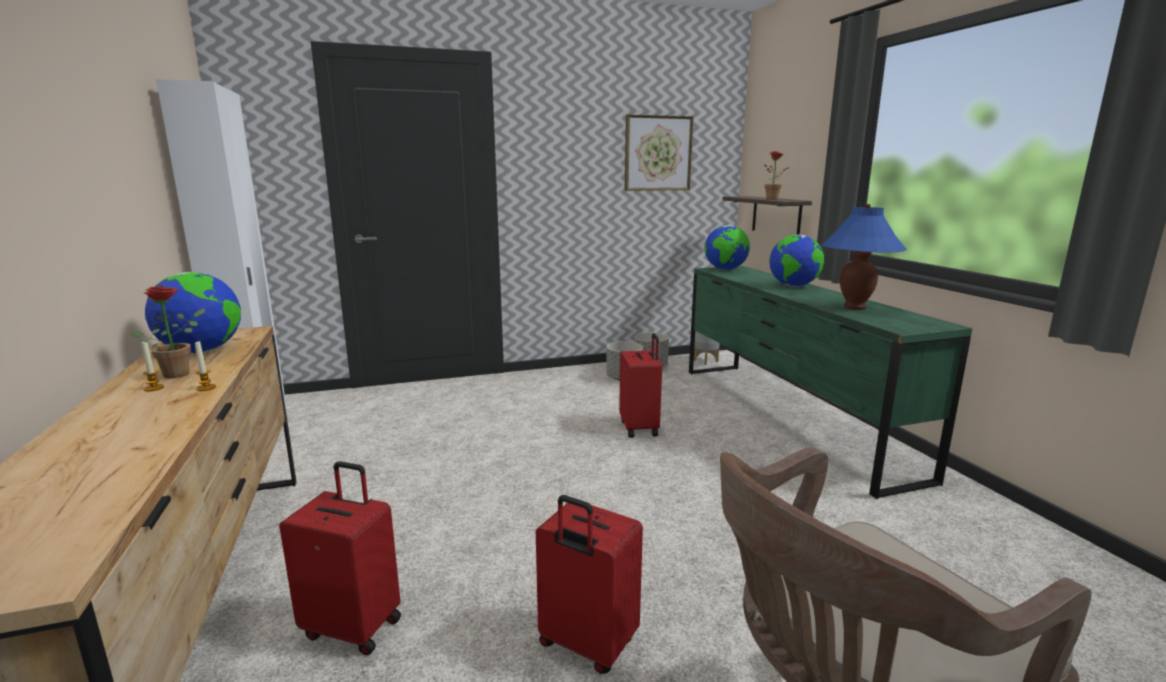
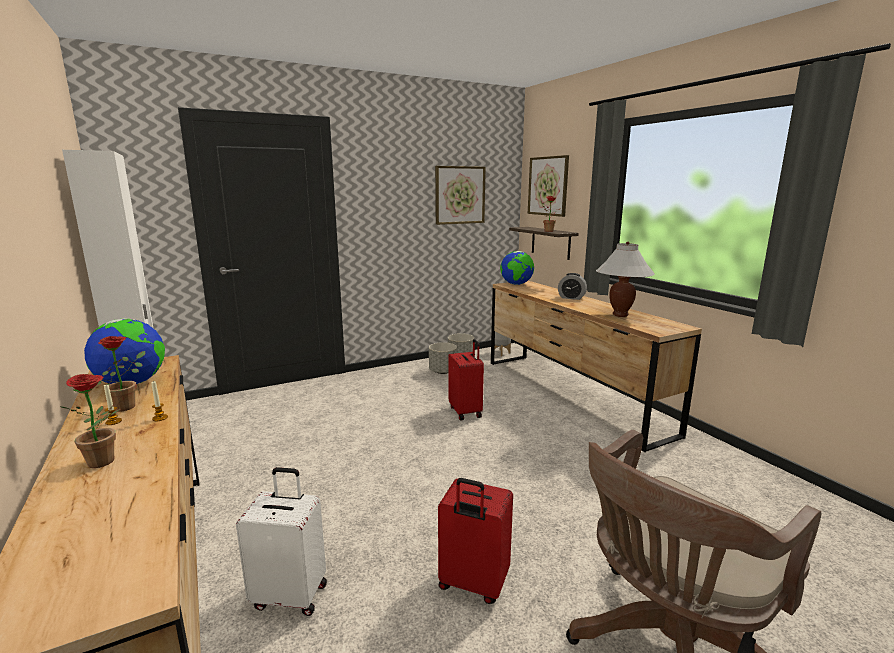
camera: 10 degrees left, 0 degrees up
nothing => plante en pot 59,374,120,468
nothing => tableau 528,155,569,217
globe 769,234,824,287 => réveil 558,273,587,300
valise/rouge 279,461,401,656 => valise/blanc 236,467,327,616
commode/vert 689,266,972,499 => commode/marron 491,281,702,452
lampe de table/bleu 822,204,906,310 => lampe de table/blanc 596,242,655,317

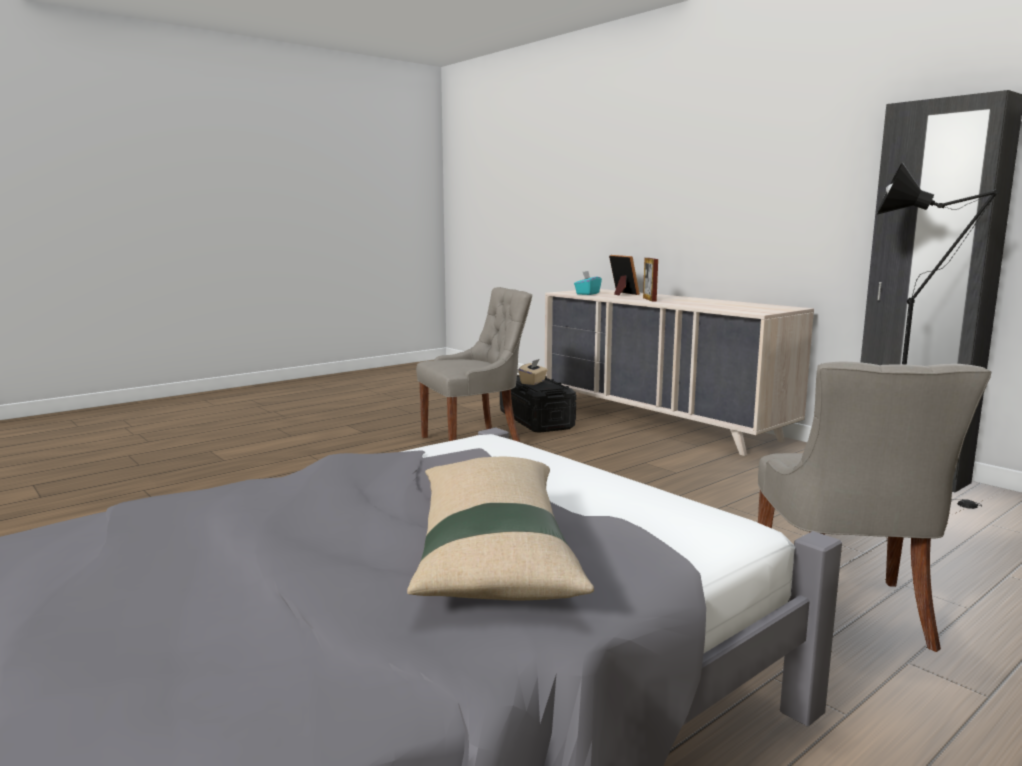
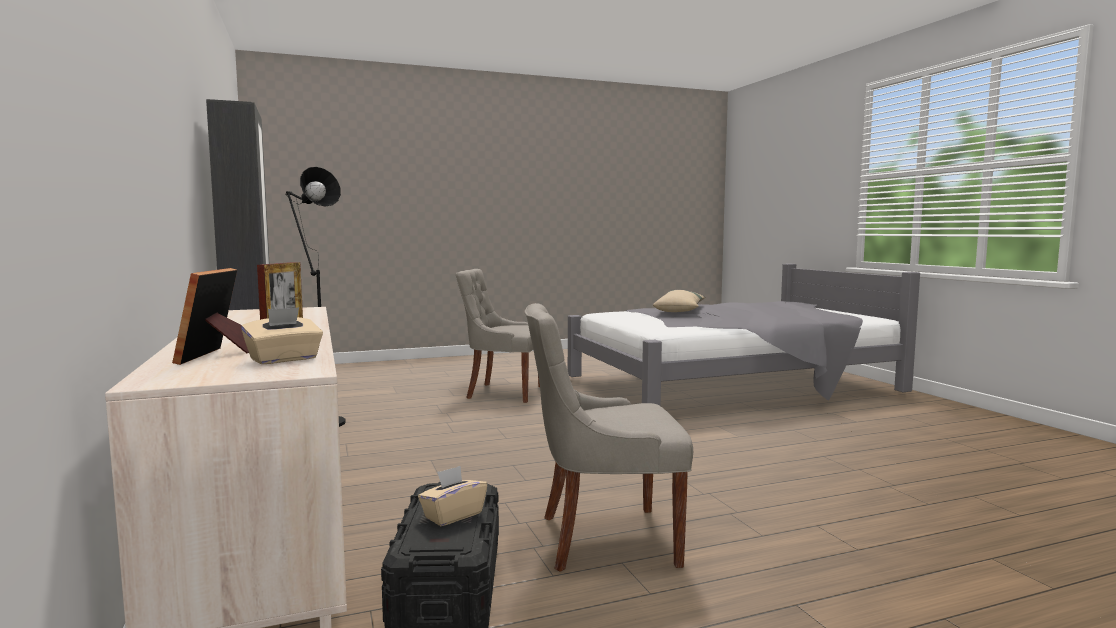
camera: 160 degrees left, 5 degrees down
boîte à mouchoirs/turquoise 574,271,602,295 => boîte à mouchoirs/beige 241,307,323,364
chaise/gris 758,361,991,652 => chaise/gris 456,269,540,403, 105 degrees counterclockwise

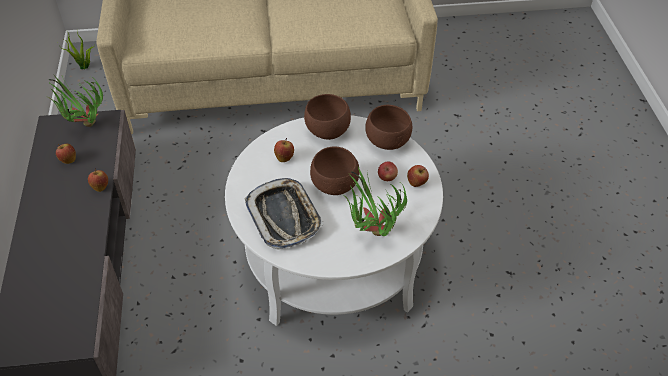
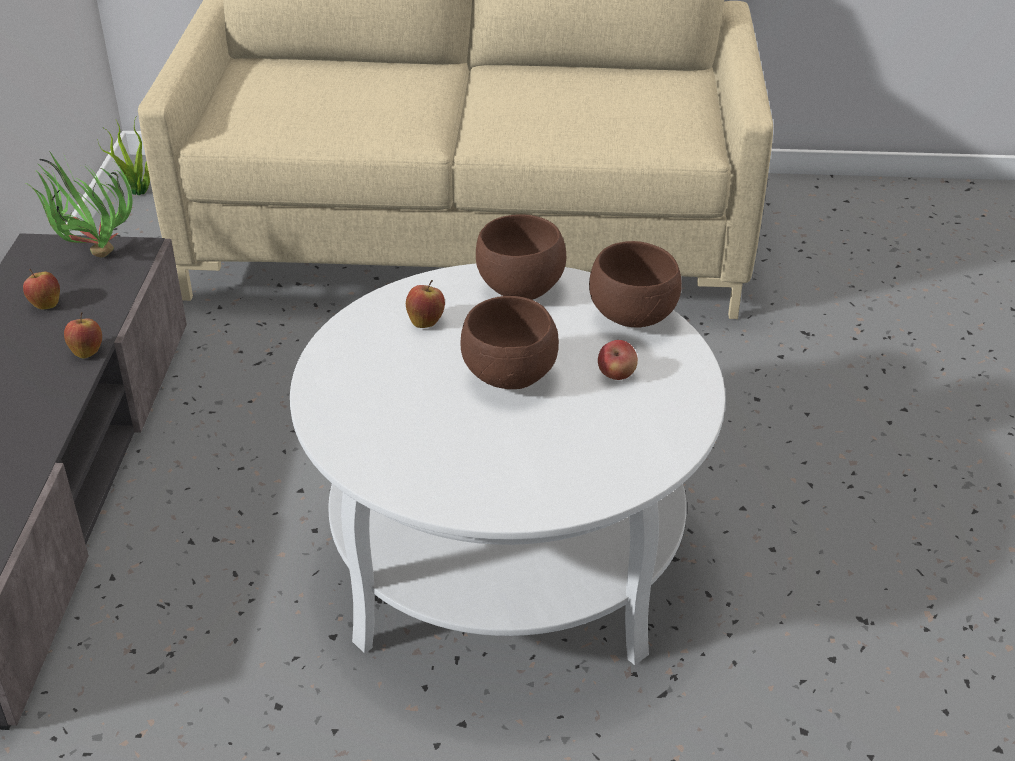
camera: 10 degrees right, 10 degrees down
plateau 245,178,324,249 => nothing
plante en pot 344,167,407,236 => nothing
pomme 407,165,429,187 => nothing

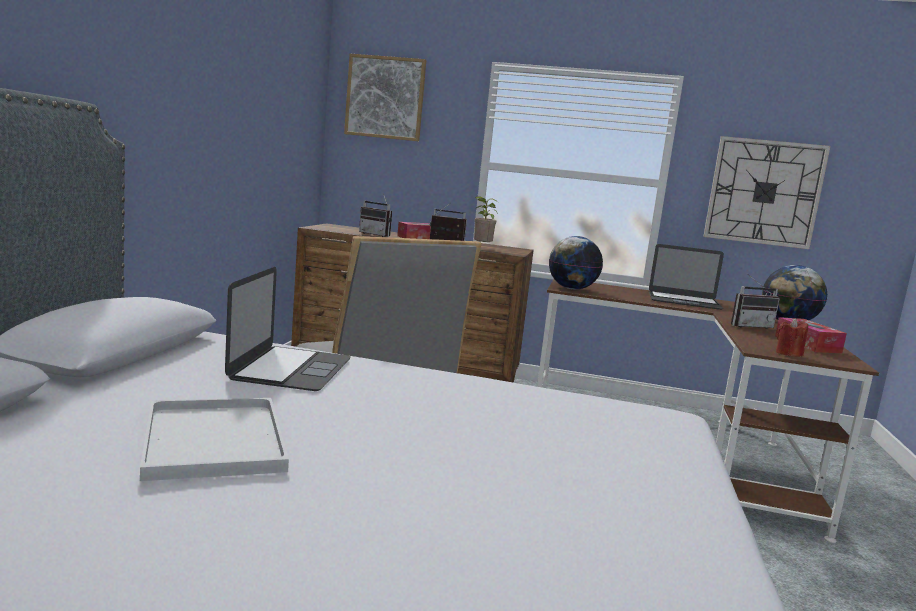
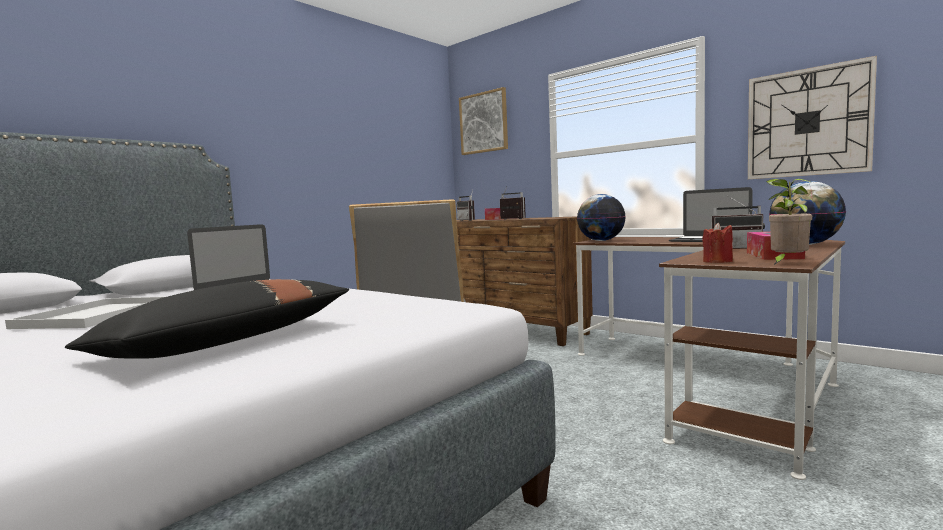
camera: 30 degrees right, 5 degrees down
nothing => coussin/noir 65,279,349,359
plante en pot 474,196,498,243 => plante en pot 766,179,814,265, move

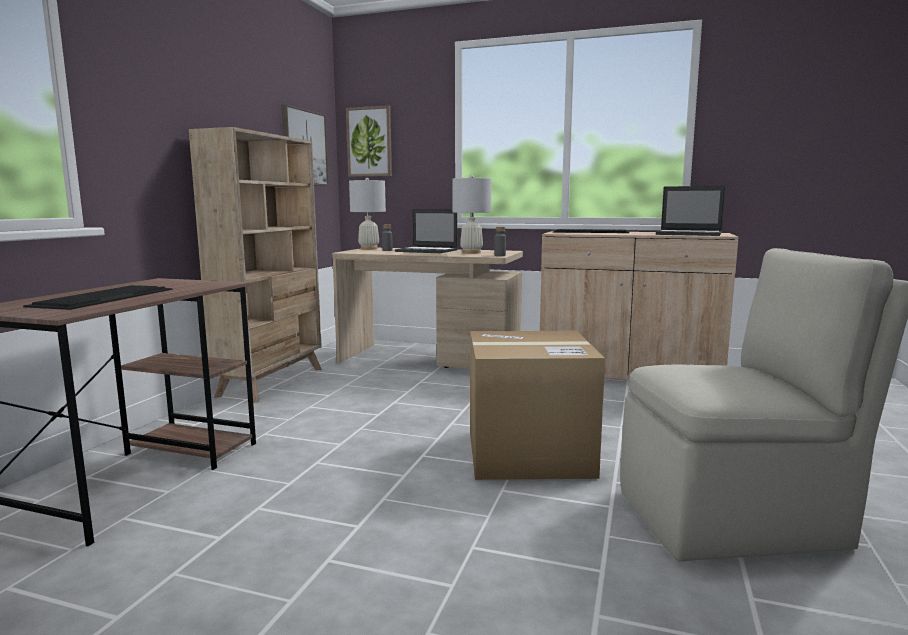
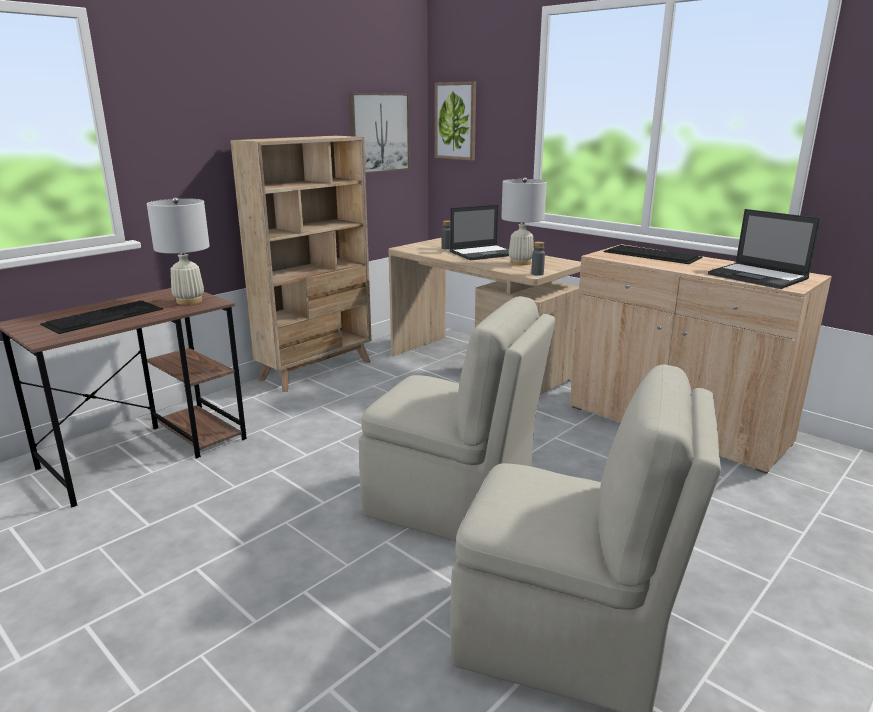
camera: 25 degrees right, 10 degrees up
lampe de table/blanc 349,178,386,250 => lampe de table/blanc 147,197,210,305, move
carton 470,331,605,480 => chaise/beige 359,296,555,541
ordinateur portable 395,209,458,253 => ordinateur portable 450,205,509,260, 75 degrees counterclockwise

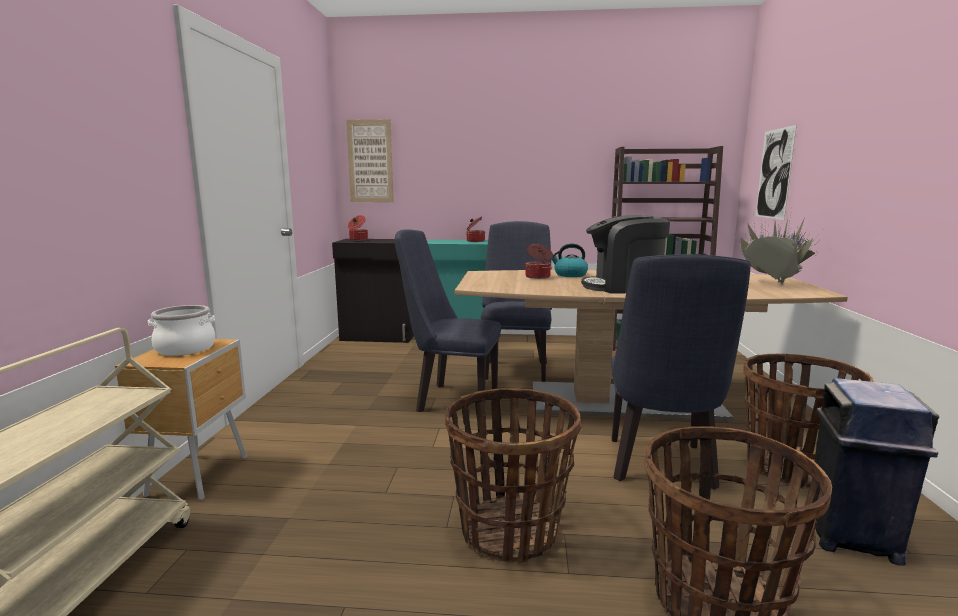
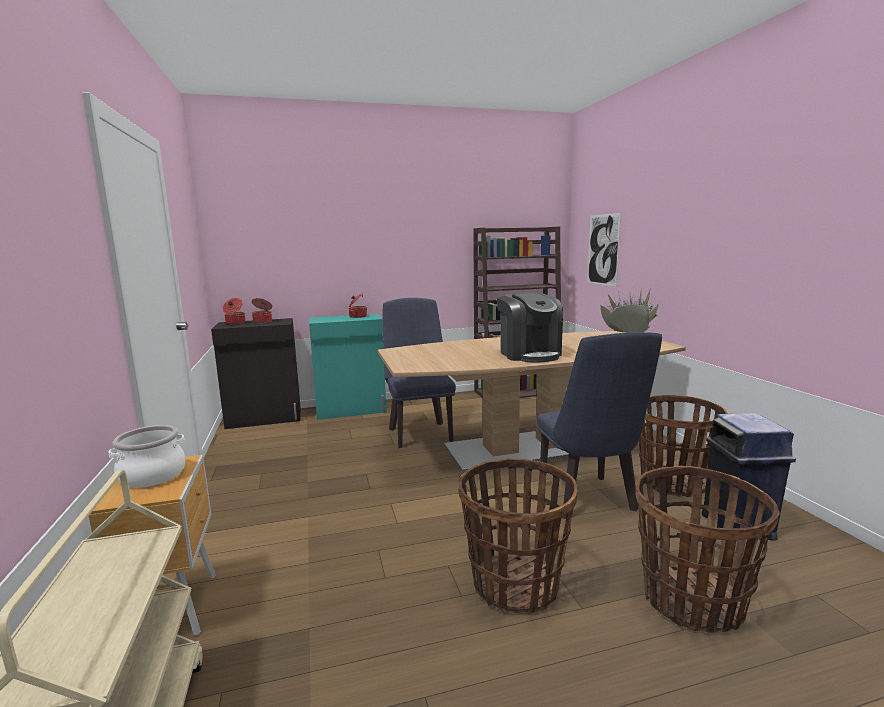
camera: 20 degrees left, 0 degrees up
tableau 346,119,394,202 => nothing
chaise/bleu 395,229,501,412 => nothing
bouilloire 552,243,588,277 => nothing
marmite 525,244,553,279 => marmite 252,298,272,323, move
machine à café 581,215,670,294 => machine à café 497,293,563,362, 90 degrees counterclockwise

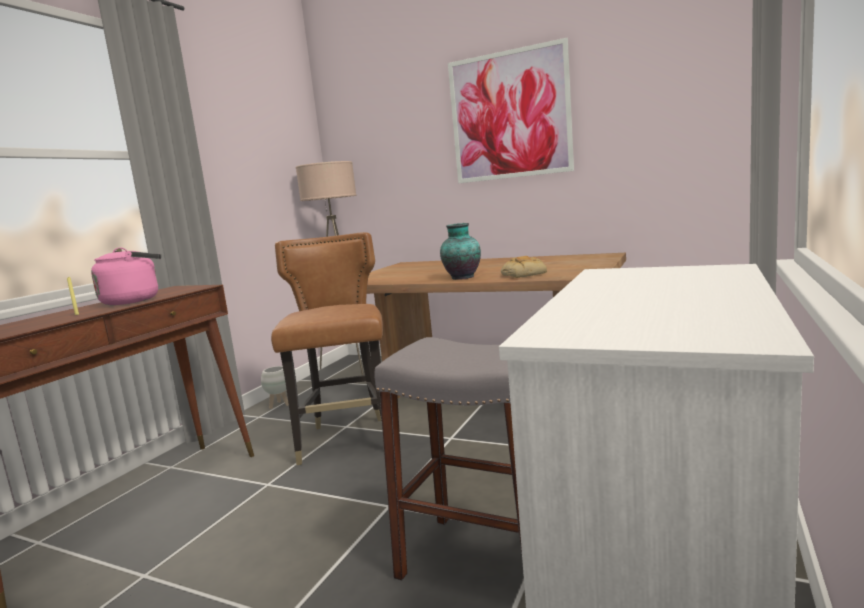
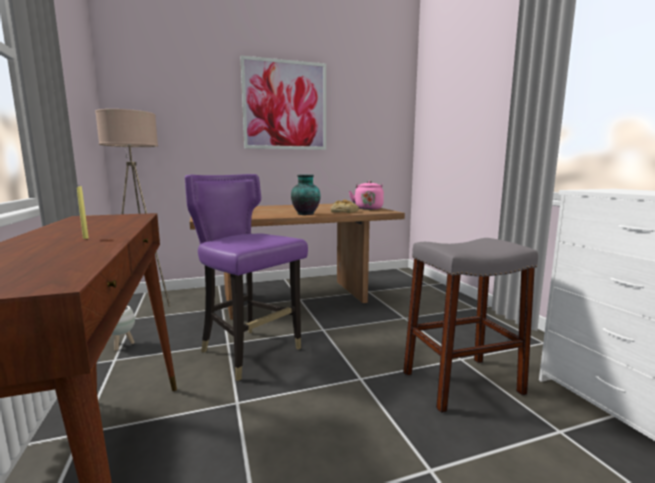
camera: 45 degrees left, 0 degrees up
bouilloire/rose 91,248,161,305 => bouilloire/rose 349,181,384,210, move
chaise/marron 271,232,383,465 => chaise/violet 185,174,308,381

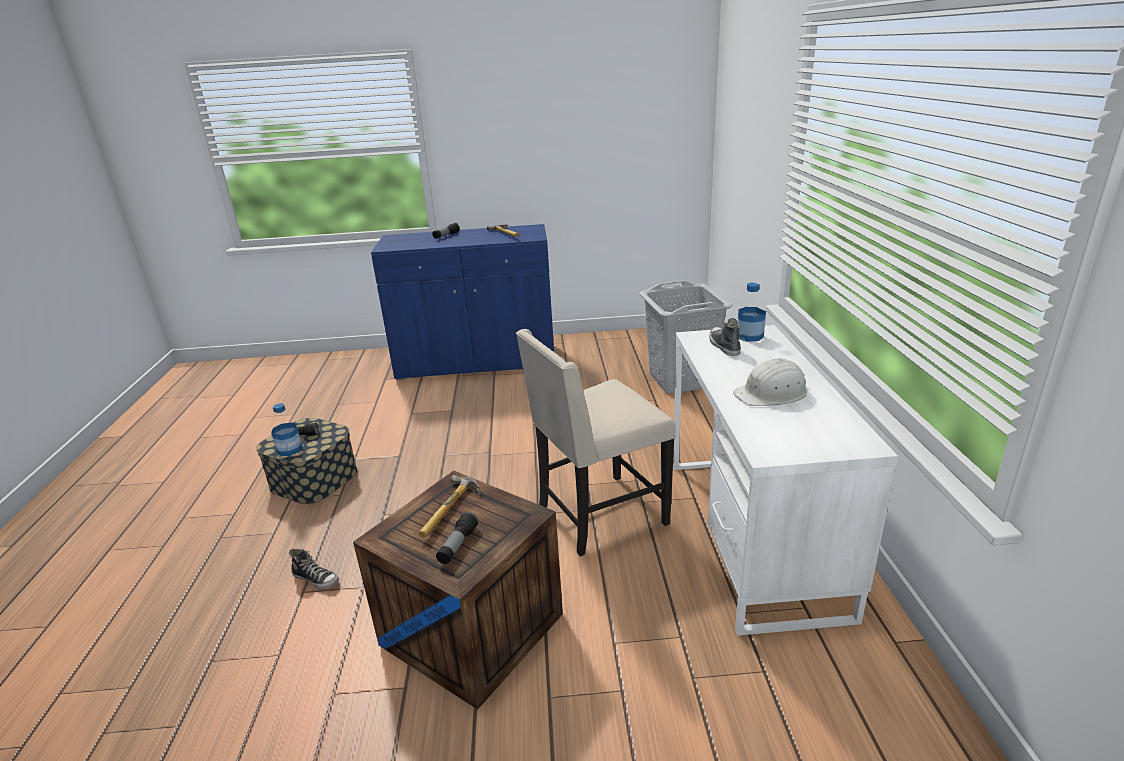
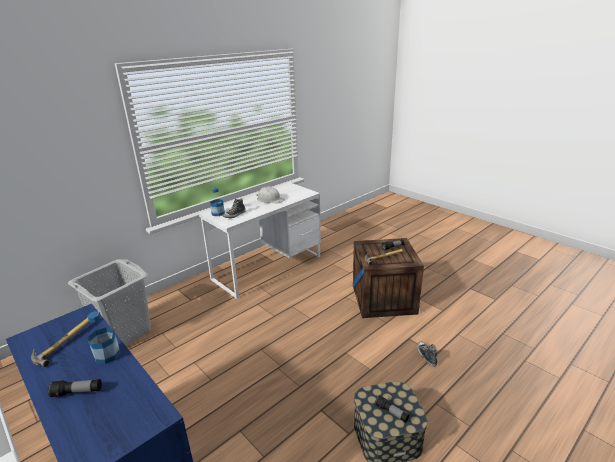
camera: 130 degrees left, 0 degrees up
chaise/beige 516,329,676,556 => nothing
bouteille 271,403,303,456 => bouteille 87,311,121,364, move

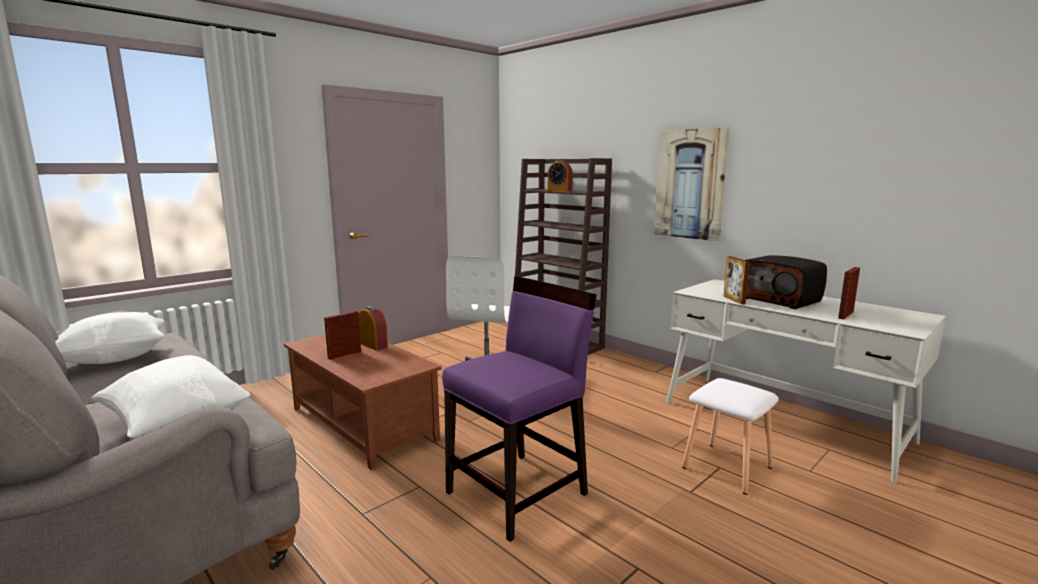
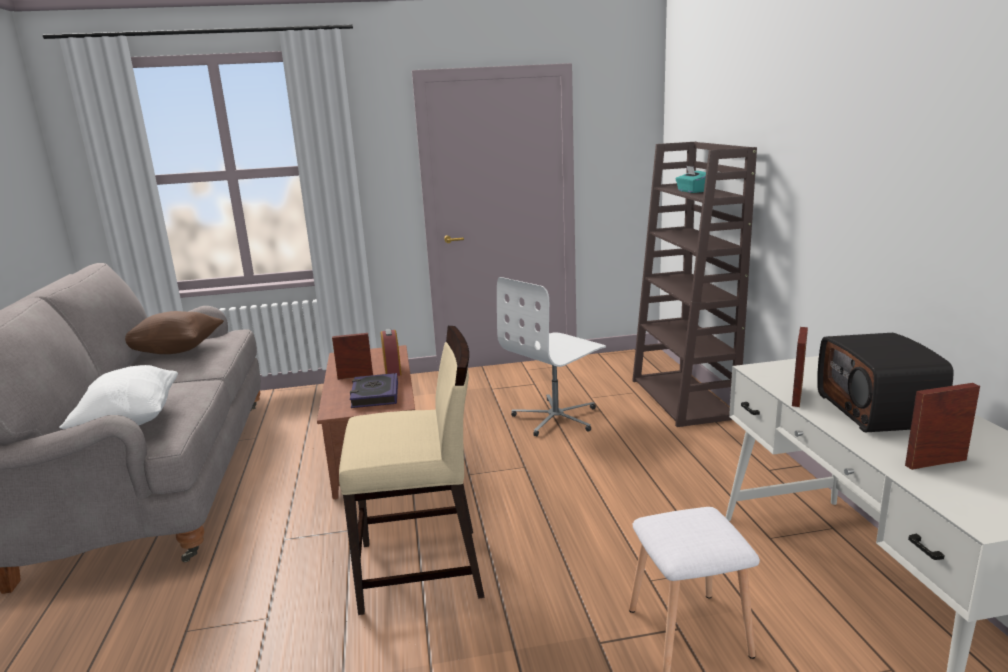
camera: 35 degrees right, 5 degrees up
tableau 654,127,730,241 => nothing
nothing => livre 350,373,398,408
réveil 548,160,573,191 => boîte à mouchoirs/turquoise 675,166,706,193
coussin/blanc 55,312,165,364 => coussin/marron 125,311,224,354
chaise/violet 442,277,596,542 => chaise/beige 339,326,485,615

